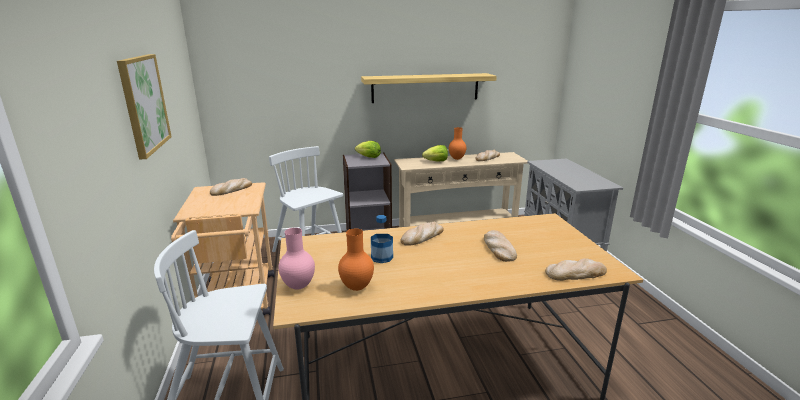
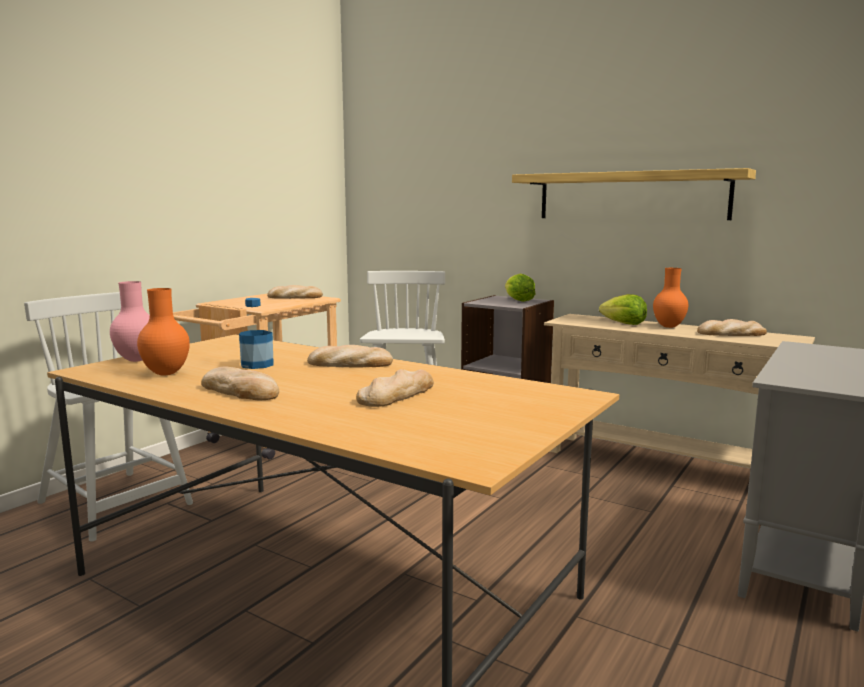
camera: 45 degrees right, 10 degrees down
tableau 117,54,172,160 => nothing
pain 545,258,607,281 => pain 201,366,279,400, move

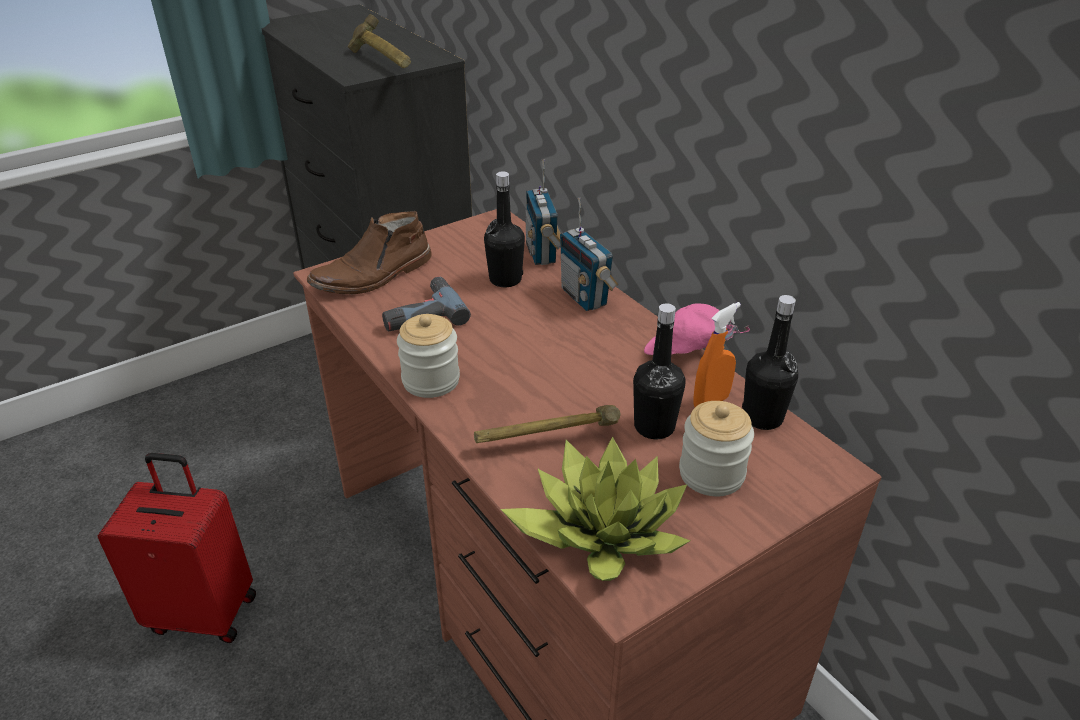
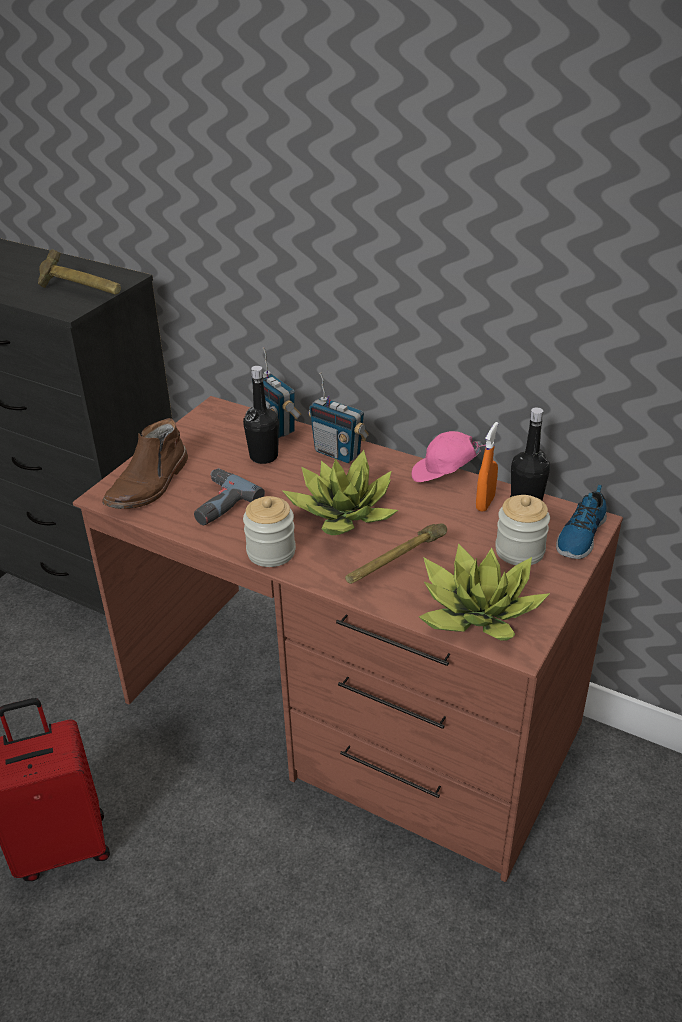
camera: 25 degrees left, 0 degrees up
bouteille/noir 633,303,686,439 => nothing
nothing => plante en pot 282,450,398,535
nothing => chaussure 556,485,607,559

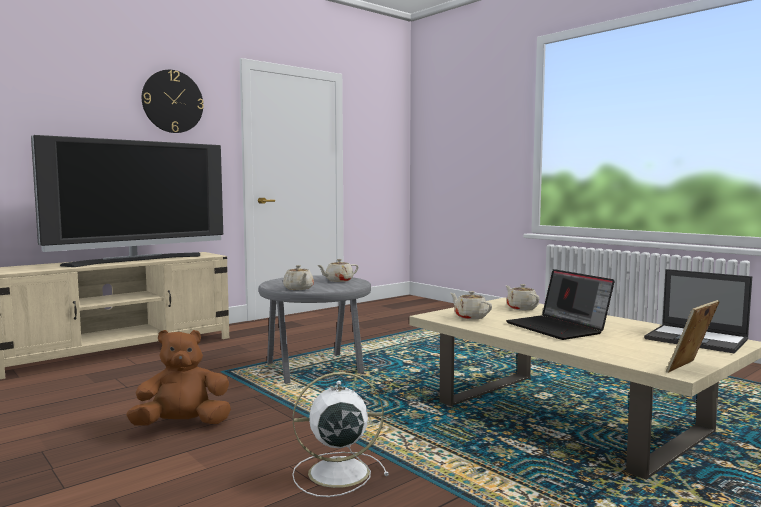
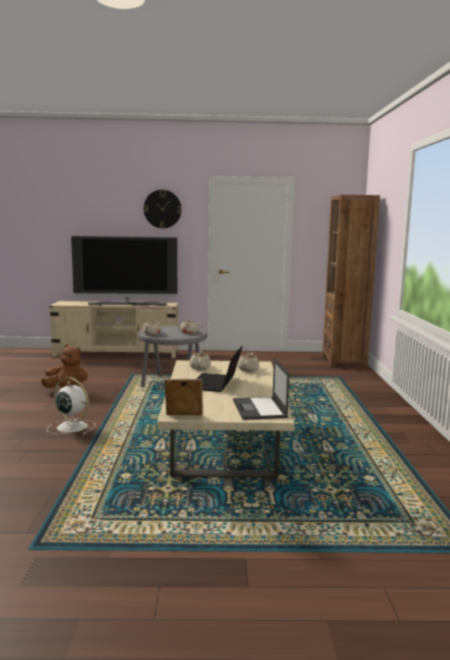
camera: 40 degrees right, 5 degrees up
nothing => bibliothèque/marron 322,195,380,368

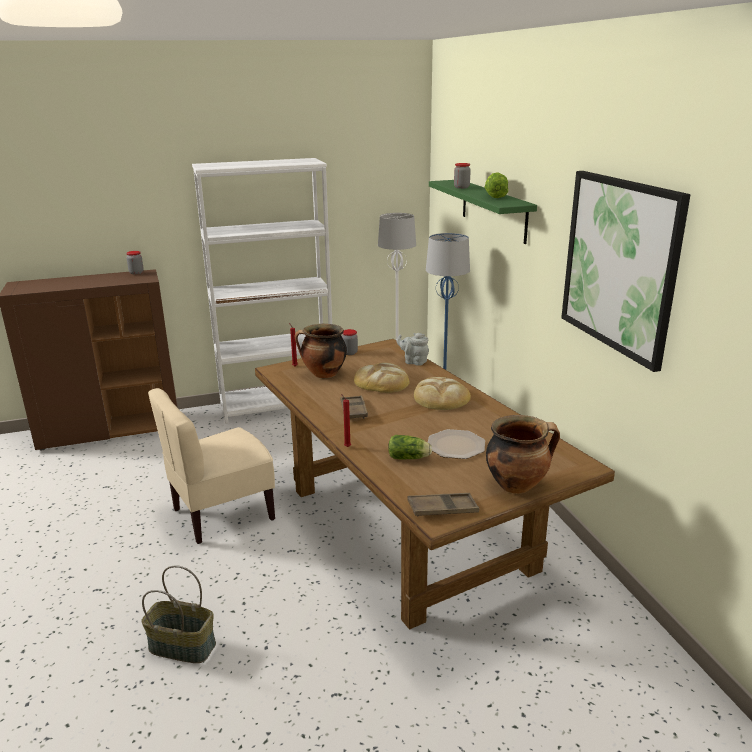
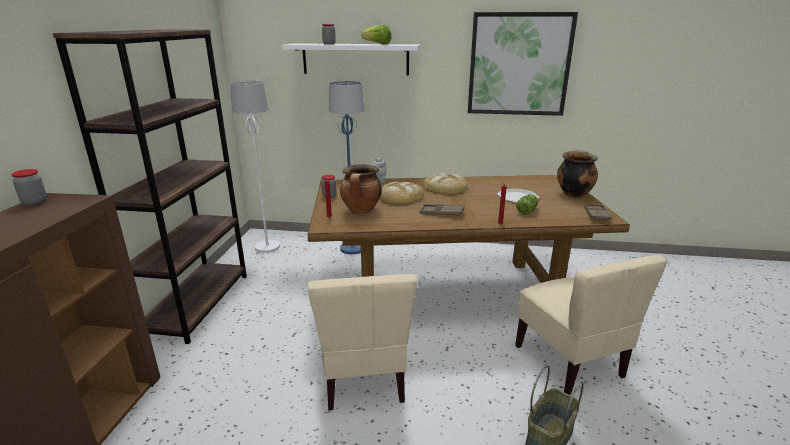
camera: 65 degrees left, 0 degrees up
nothing => chaise/beige 515,255,667,395
bibliothèque/blanc 192,158,332,424 => bibliothèque/marron 53,29,247,344
étagère/vert 429,180,537,244 => étagère/blanc 282,43,420,75

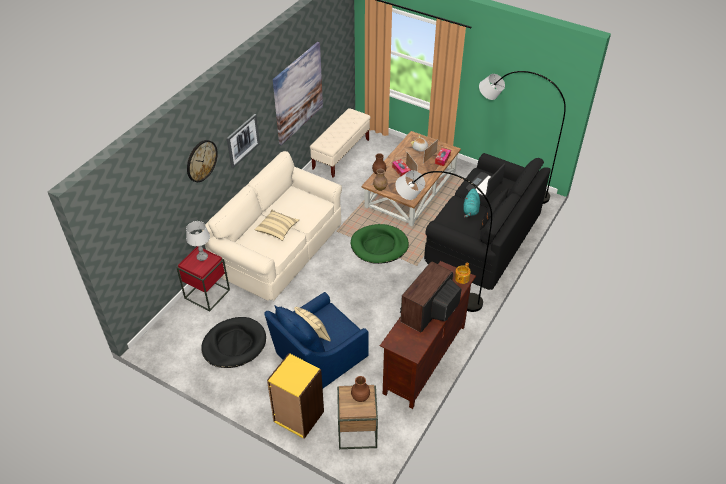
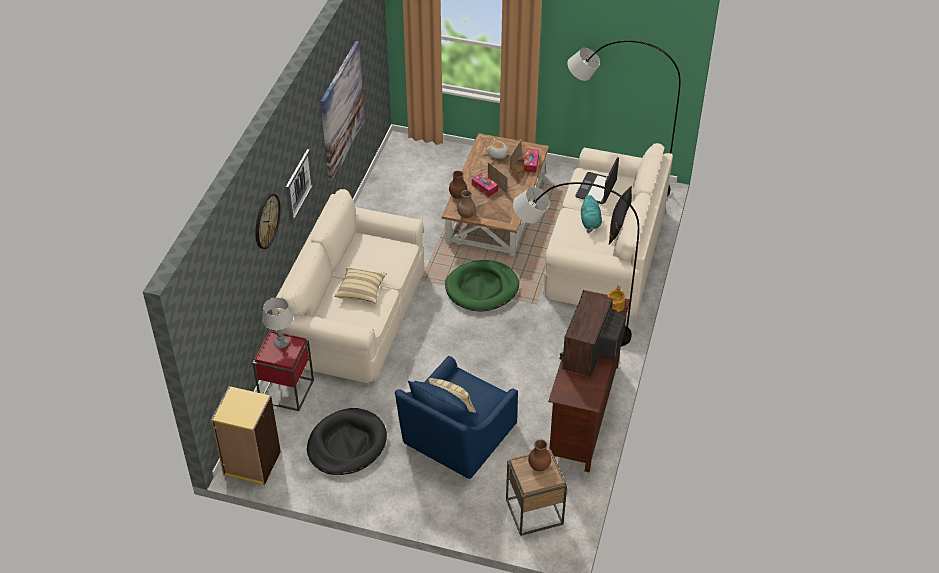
camera: 15 degrees left, 0 degrees up
banc/beige 310,108,370,178 => nothing
bibliothèque/jaune 267,353,324,439 => bibliothèque/jaune 211,386,281,485, move
canapé/noir 424,153,551,290 => canapé/beige 543,143,673,316

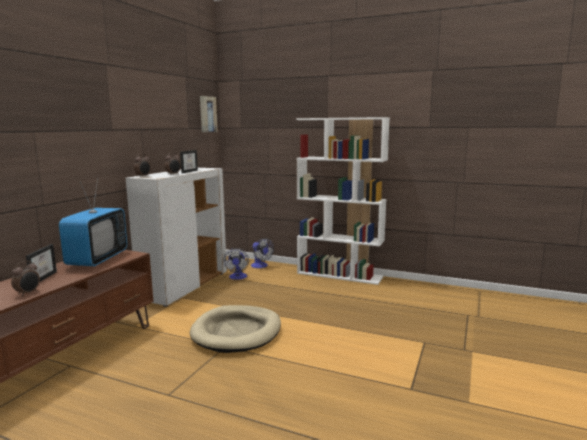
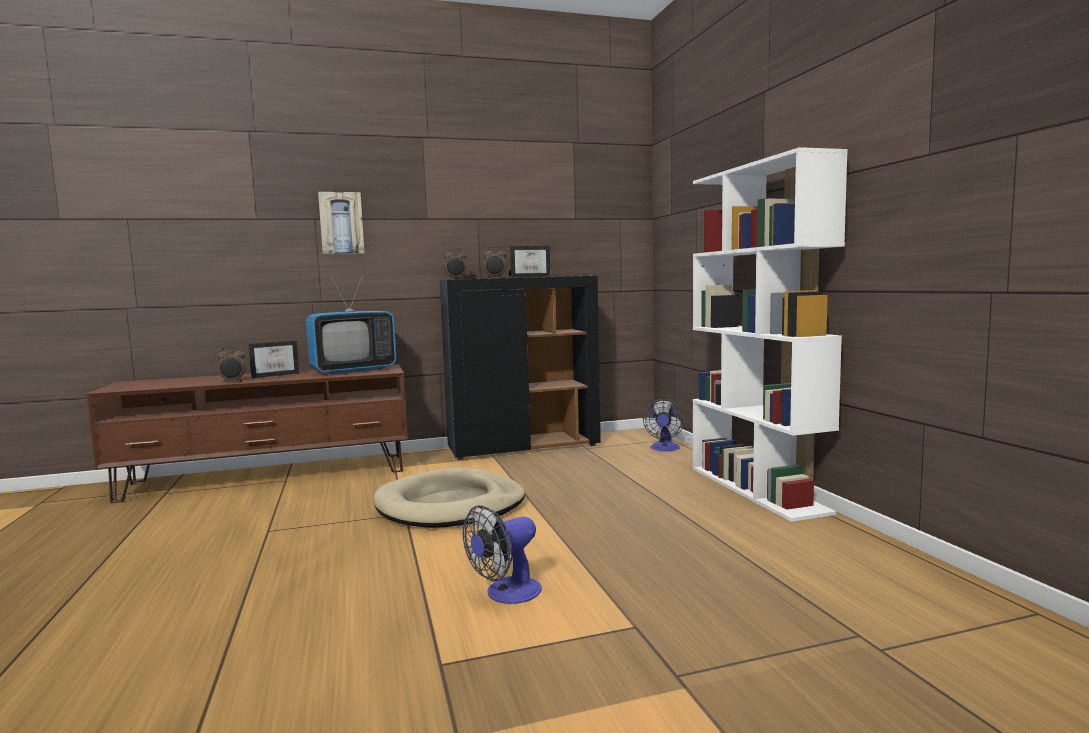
camera: 50 degrees right, 5 degrees down
tableau 200,96,218,132 => tableau 318,192,364,254, move
ventilateur 223,248,249,280 => ventilateur 463,505,542,604, move
meuble de rangement/blanc 126,168,227,307 => meuble de rangement/noir 440,276,601,460

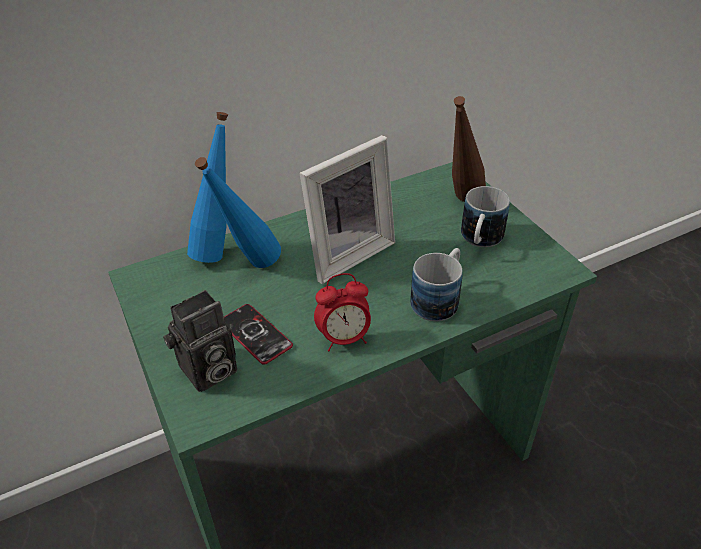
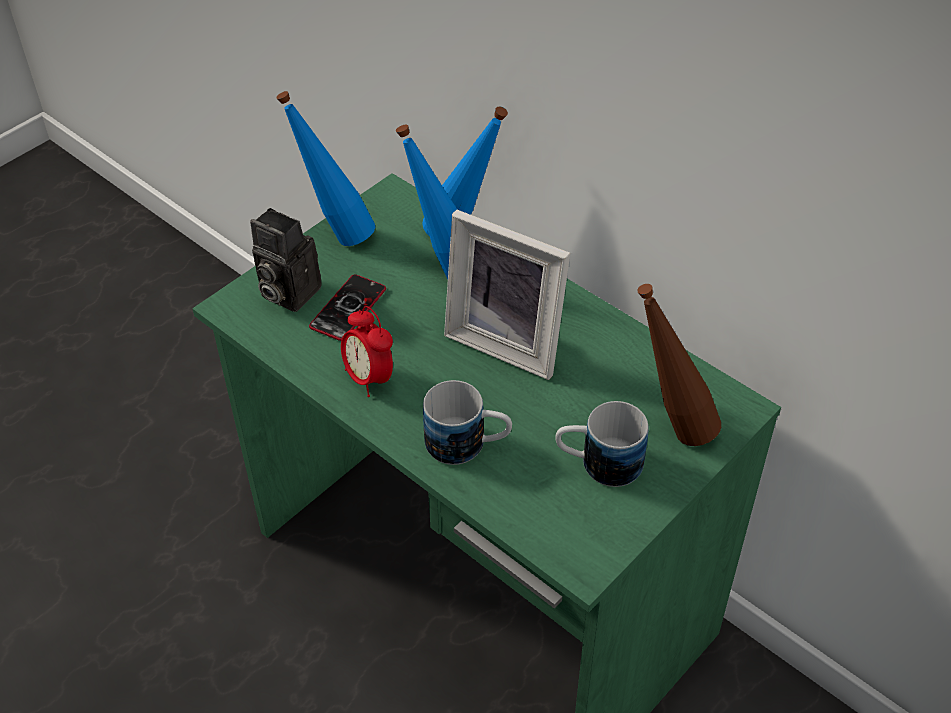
camera: 70 degrees right, 5 degrees up
nothing => bouteille/bleu 276,91,375,246

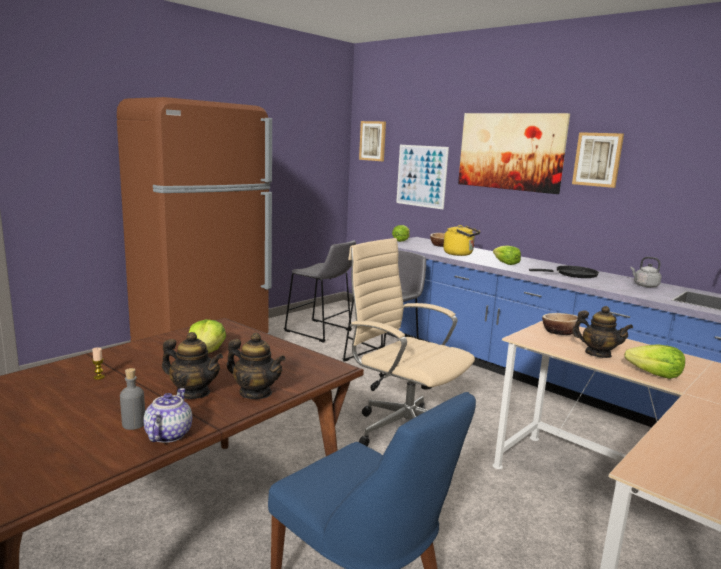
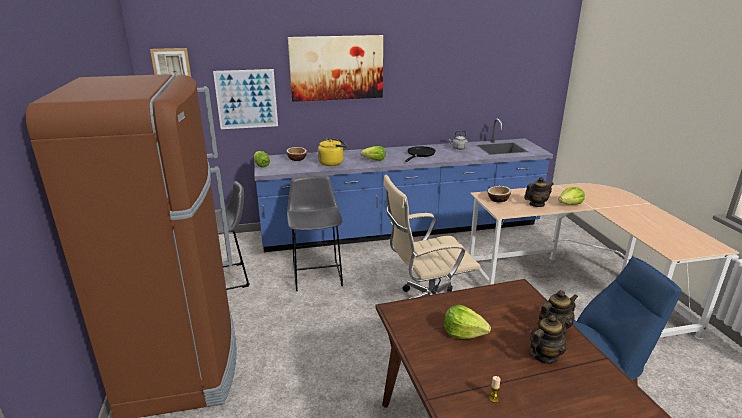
camera: 55 degrees left, 10 degrees up
bouteille/gris 120,368,145,430 => nothing
théière 143,388,192,443 => nothing
tableau 572,132,624,188 => nothing

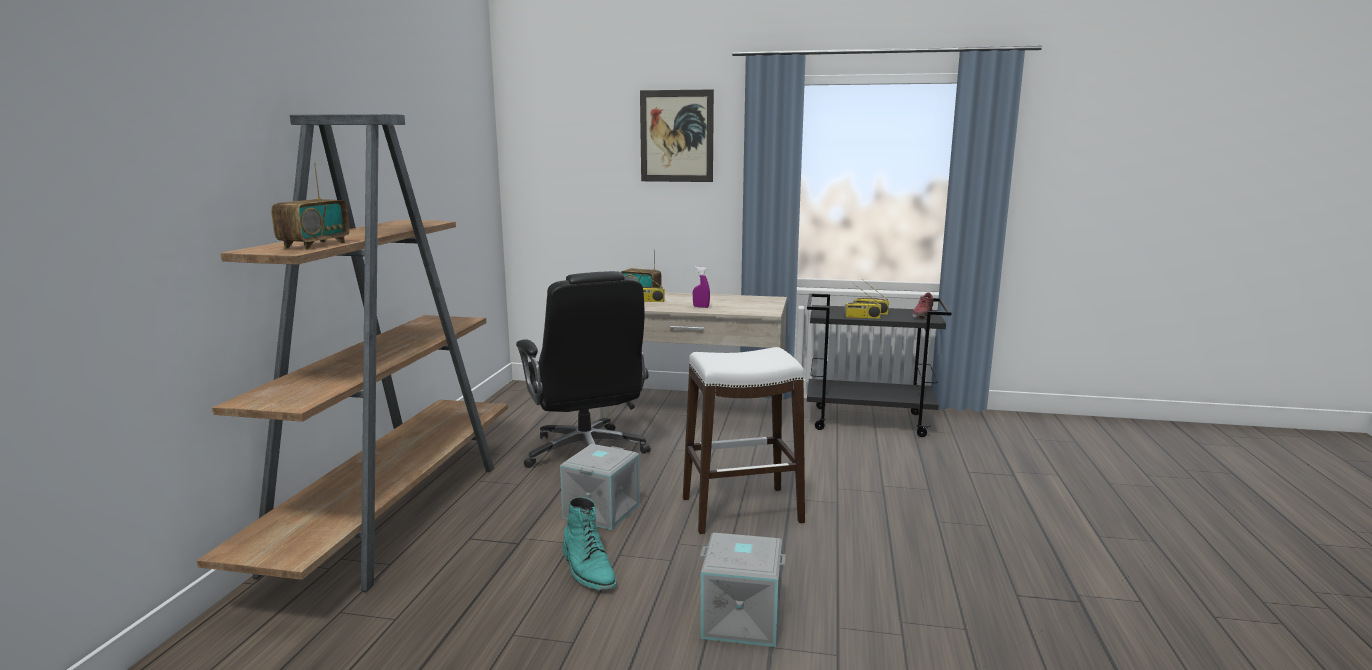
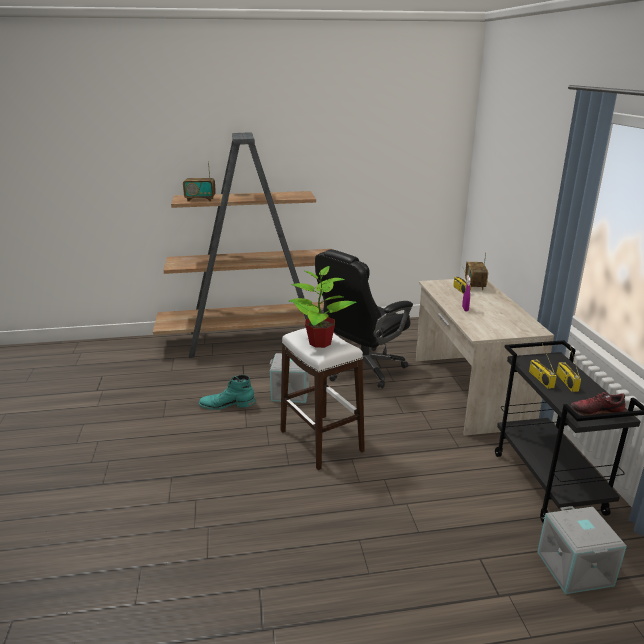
camera: 70 degrees right, 10 degrees up
tableau 640,89,714,182 => nothing
nothing => plante en pot 289,266,357,348
boîte de rangement/gris 700,533,786,647 => boîte de rangement/gris 537,506,627,594, move
botte/turquoise 562,497,617,590 => botte/turquoise 199,375,255,410, 45 degrees clockwise

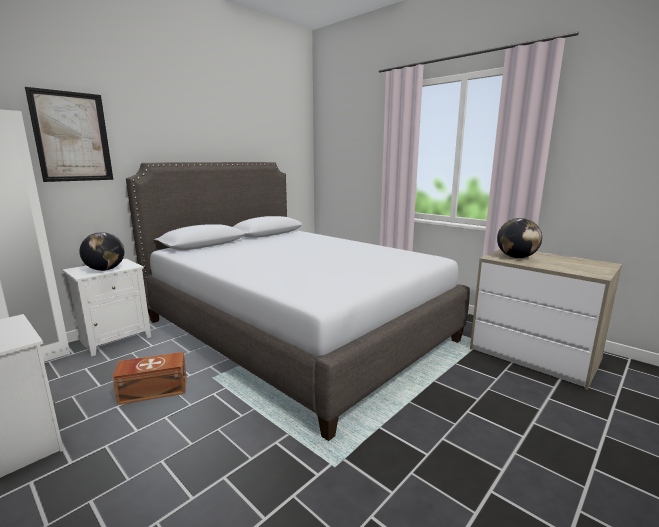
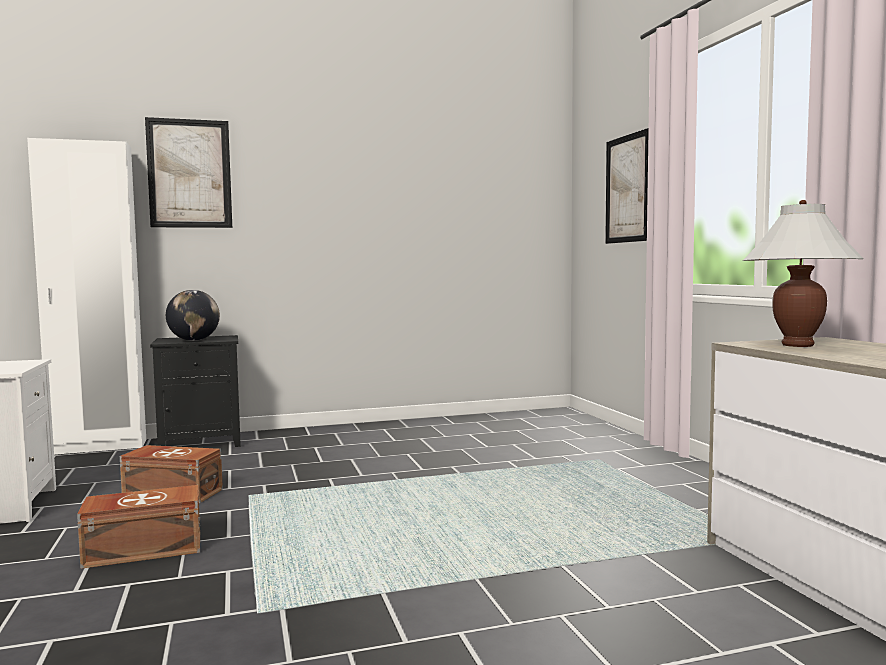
camera: 30 degrees right, 10 degrees down
lit/gris 126,162,470,441 => nothing
nothing => boîte de rangement/marron 77,485,200,569
nothing => tableau 605,128,649,244
globe 497,218,542,258 => lampe de table/blanc 743,200,864,347
table de chevet/blanc 63,259,151,357 => table de chevet/noir 150,335,241,447

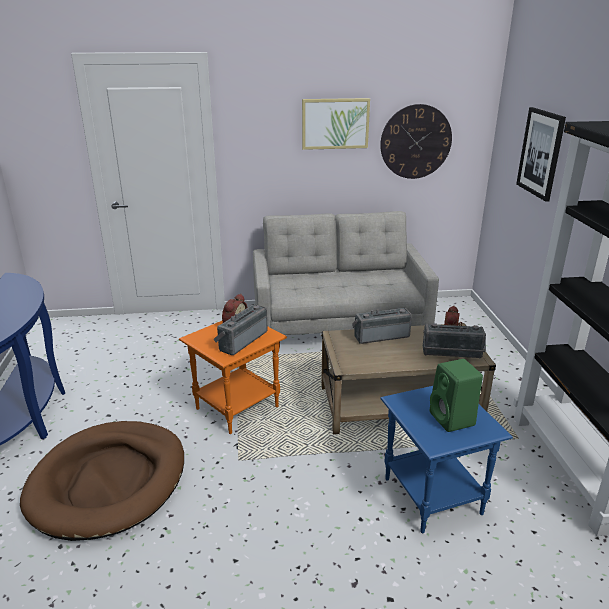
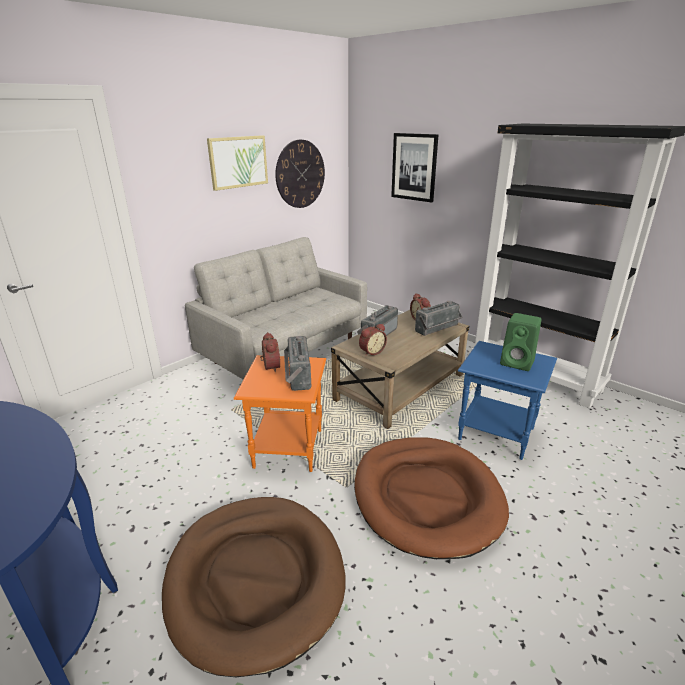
camera: 40 degrees left, 0 degrees up
nothing => panier pour chien/marron 354,437,509,559
nothing => réveil 359,324,387,356

